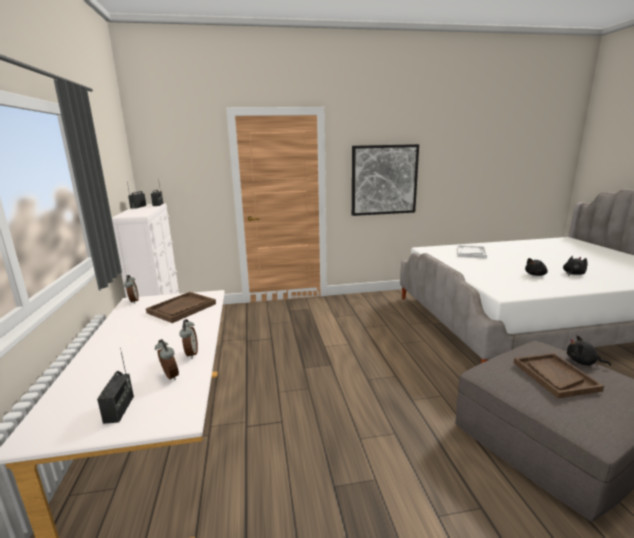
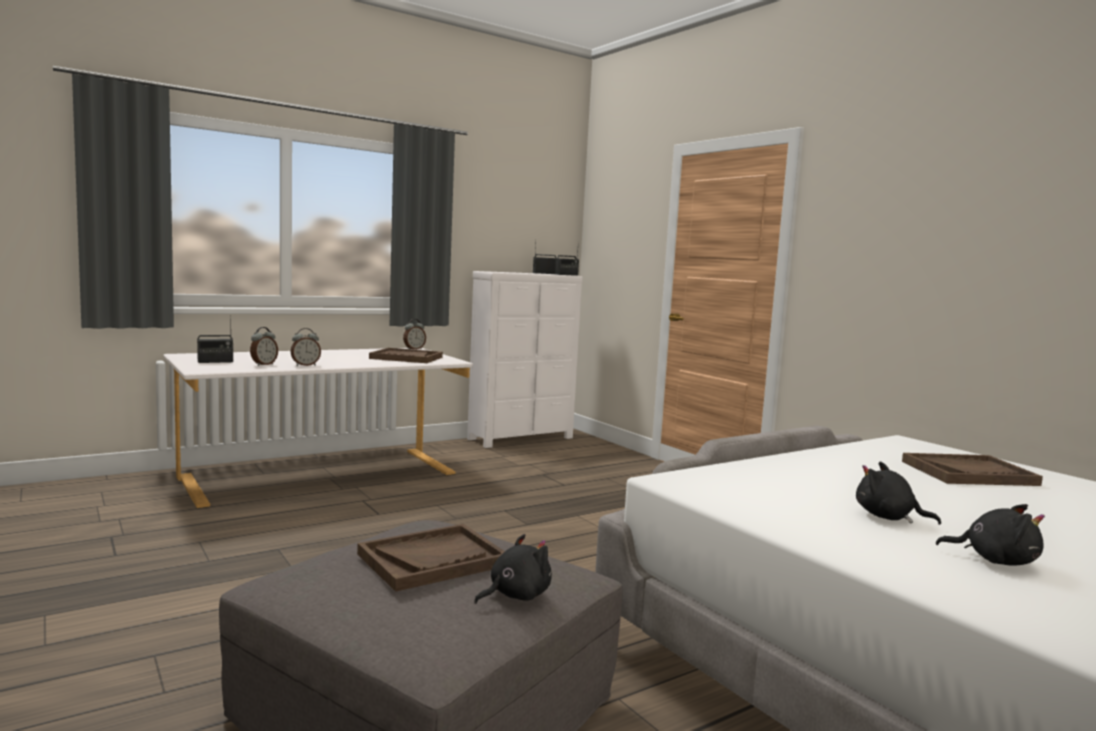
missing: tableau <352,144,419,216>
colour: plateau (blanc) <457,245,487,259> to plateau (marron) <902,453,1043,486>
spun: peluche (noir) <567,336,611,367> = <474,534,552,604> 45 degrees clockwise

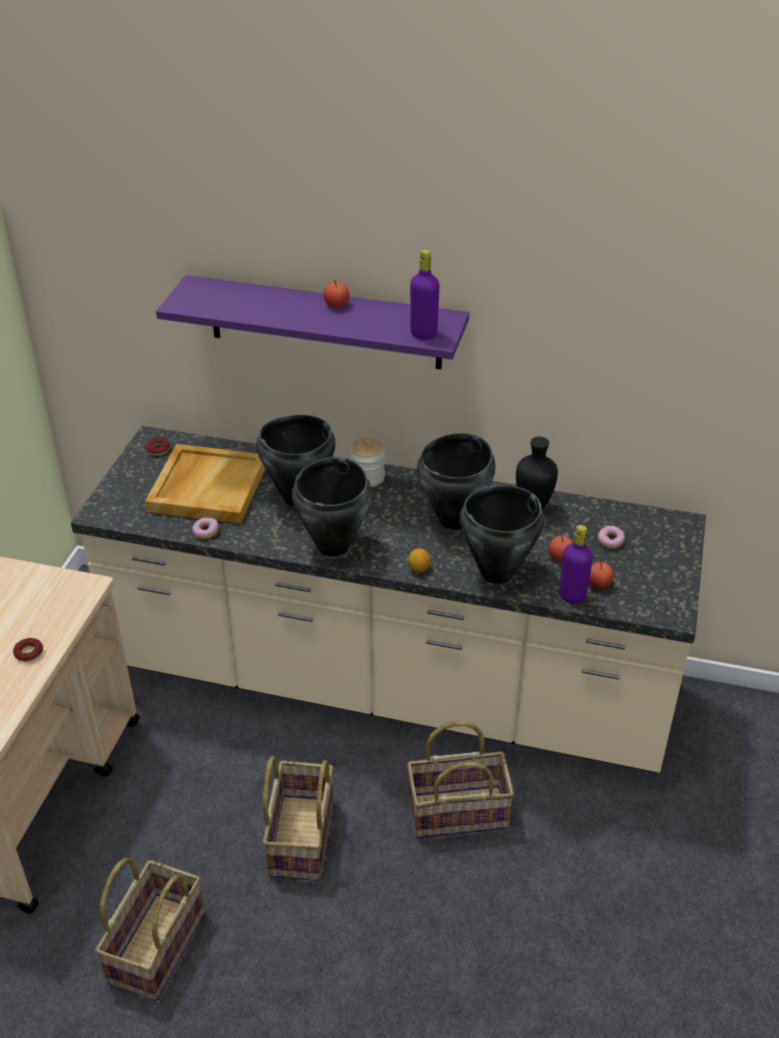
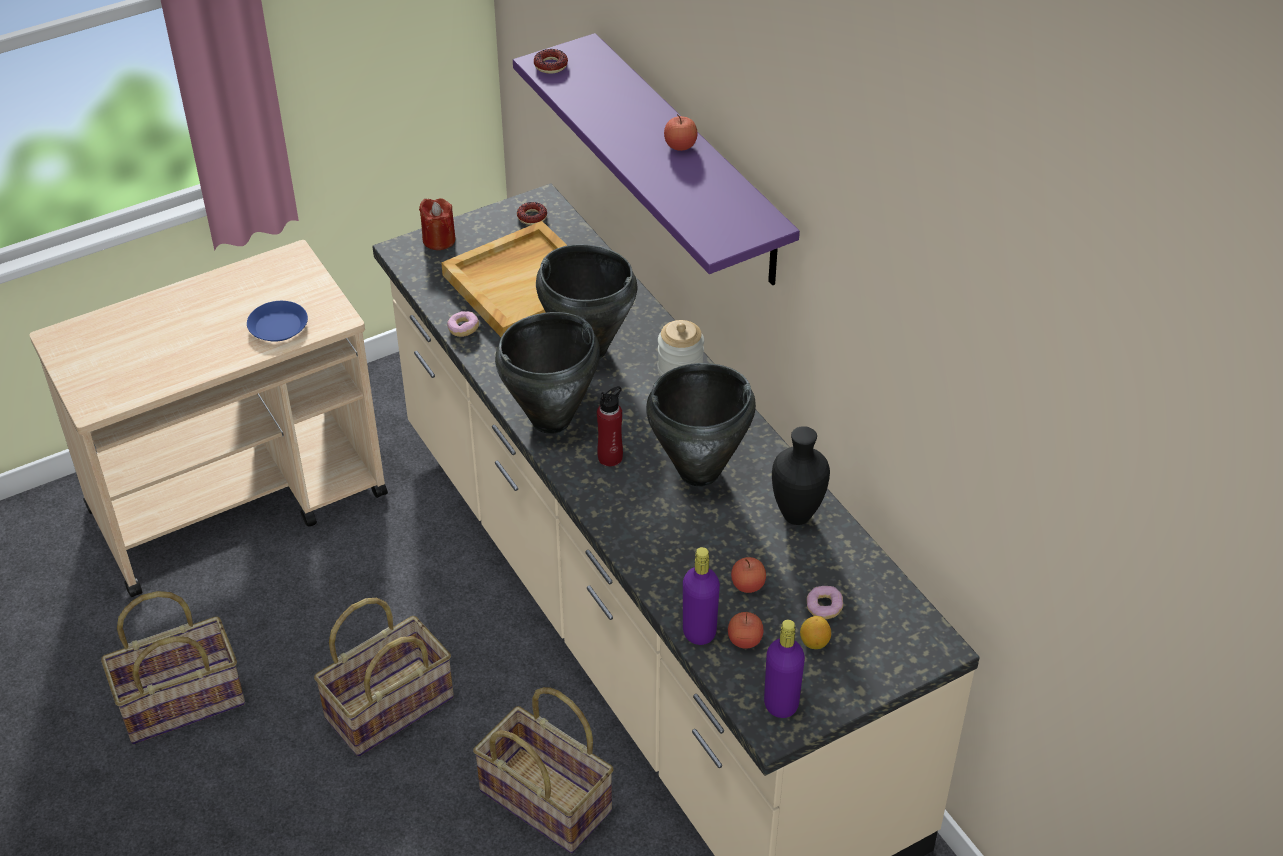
missing: marmite (noir) <459,485,544,584>
appeared: assiette (bleu) <247,301,308,342>; bougie (rouge) <419,198,456,250>; bouteille (rouge) <597,386,623,467>
relocated: beignet <13,638,43,662> to <534,49,568,74>; citron <408,548,430,573> to <800,616,831,649>; bouteille (violet) <410,249,440,340> to <764,620,805,718>

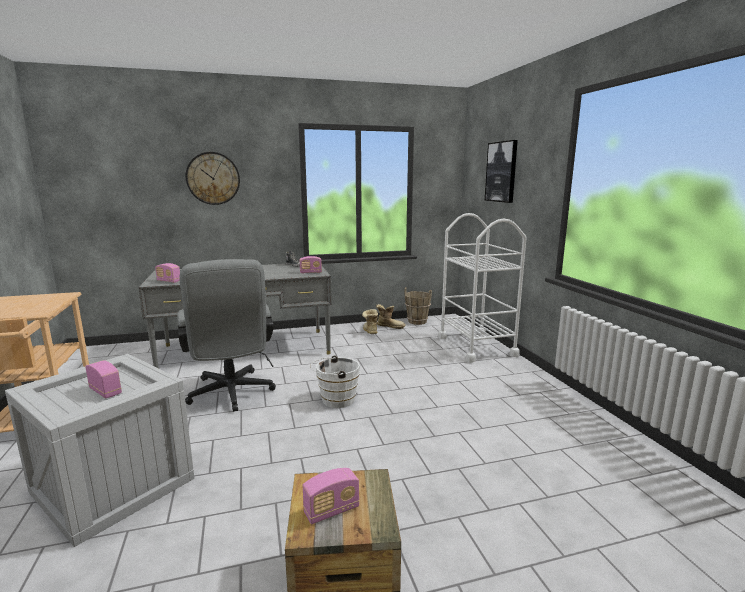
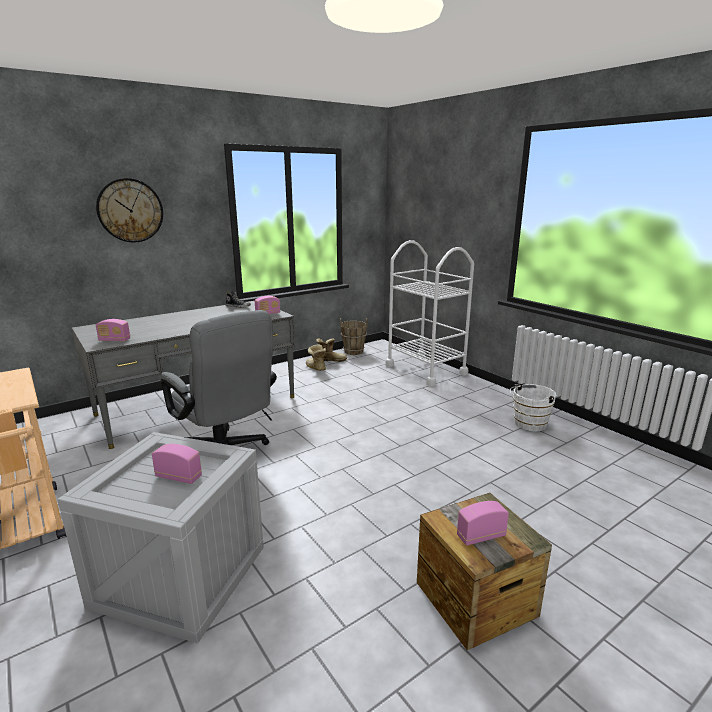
missing: tableau <485,140,518,203>
relocated: seau (blanc) <310,355,360,408> to <510,384,556,431>
spun: radio <303,468,360,524> = <457,501,509,546> 150 degrees counterclockwise

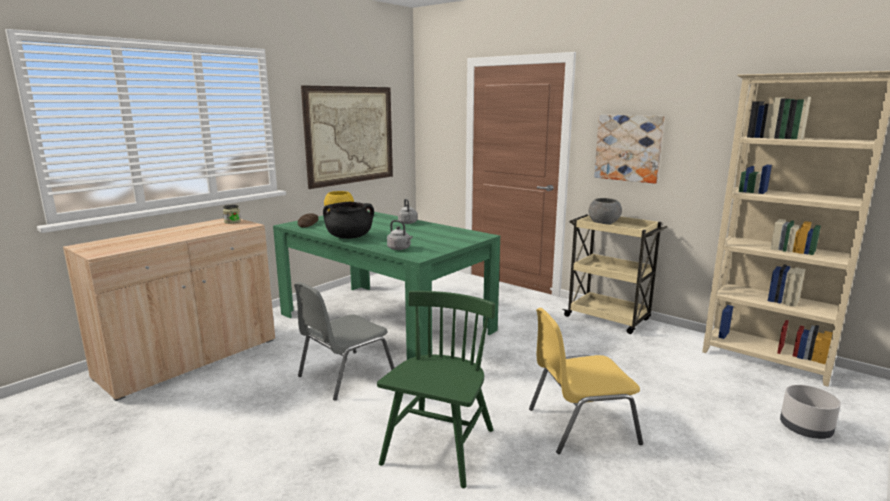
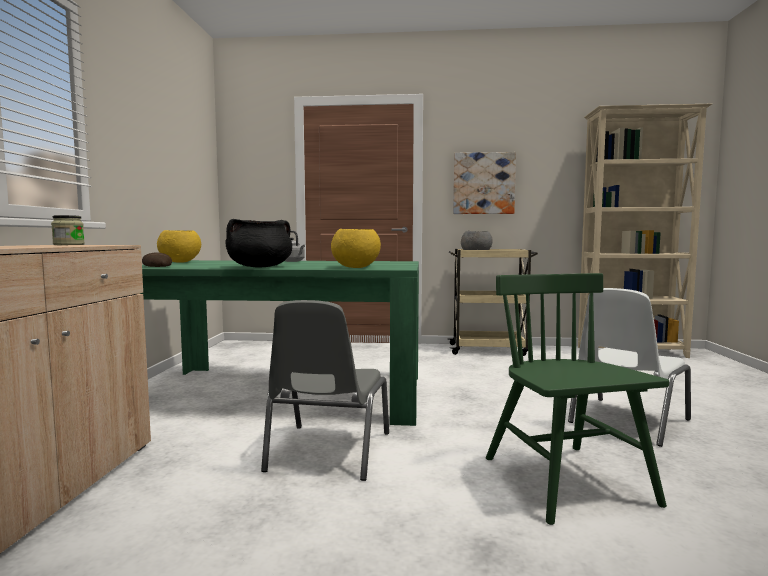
missing: tableau <301,85,393,189>; cache-pot (gris) <780,385,841,439>
exchanged: bouilloire (gris) <387,220,413,250> to bol (jaune) <331,229,381,268>
colour: chaise (jaune) <529,308,643,454> to chaise (blanc) <568,288,691,447>

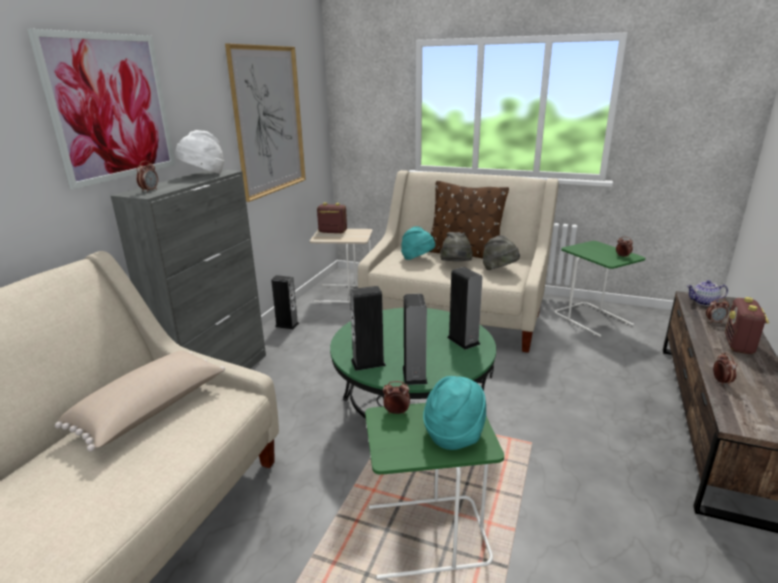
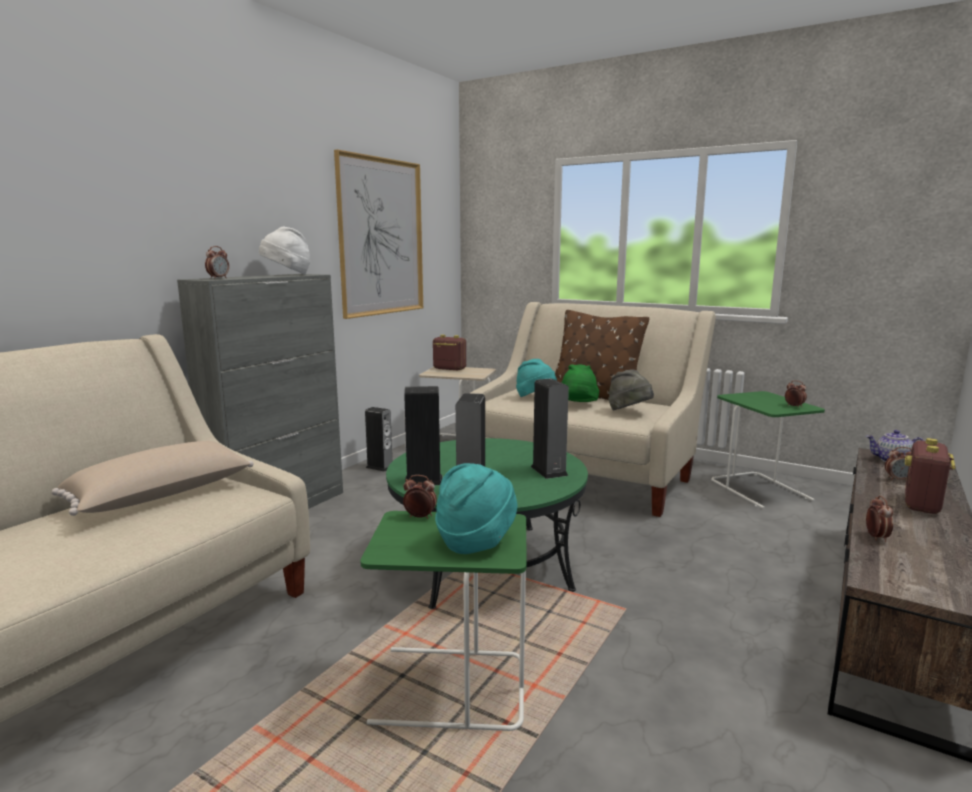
missing: tableau <27,29,175,189>
colour: chapeau (gris) <440,232,473,261> to chapeau (vert) <561,365,599,402>

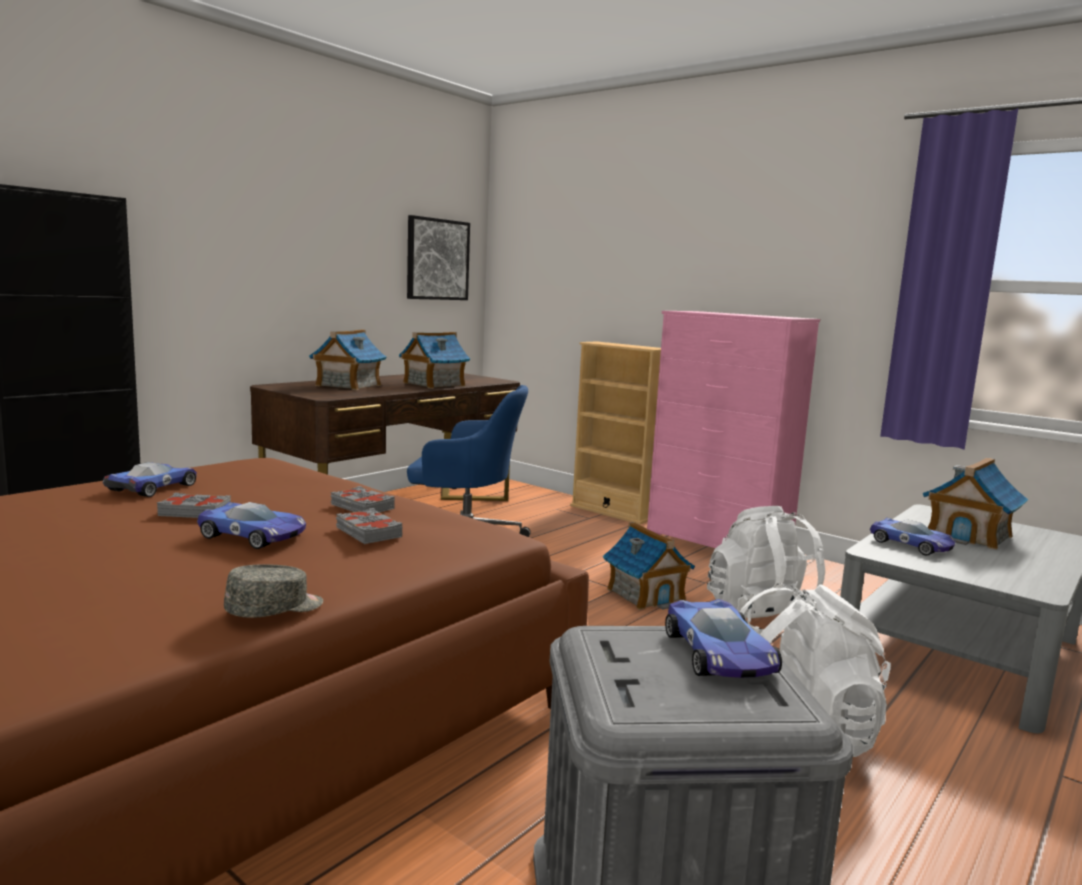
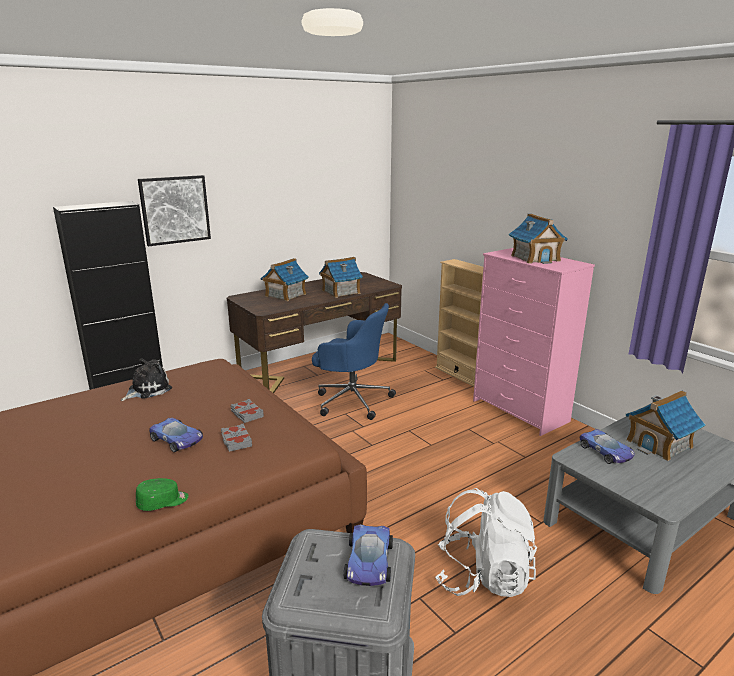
missing: livre (gris) <157,493,231,518>; sac à dos (blanc) <707,506,825,634>
relocated: tableau <407,215,470,300> to <138,175,211,246>; maison miniature <603,522,695,610> to <509,214,568,264>
exchanged: petite voiture <103,462,197,497> to peluche <121,358,172,401>
colour: casquette (gris) <224,564,323,618> to casquette (vert) <136,478,189,511>

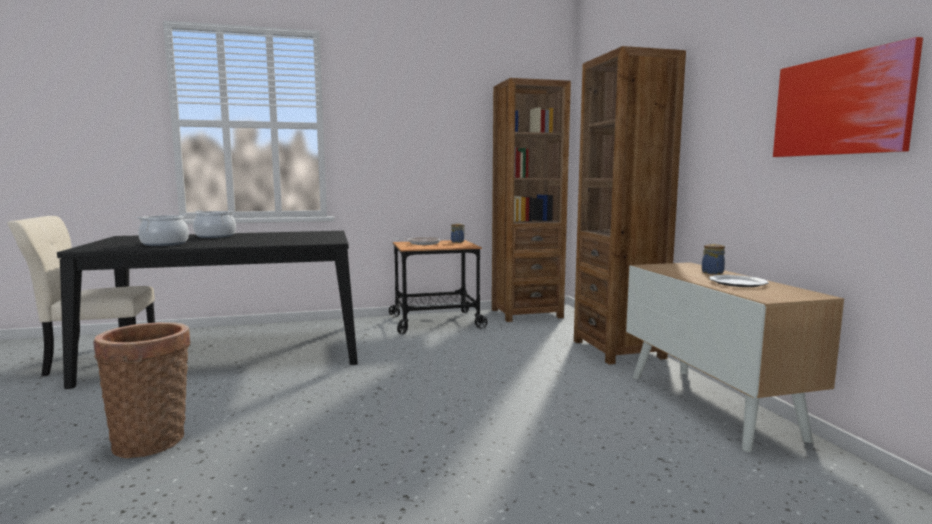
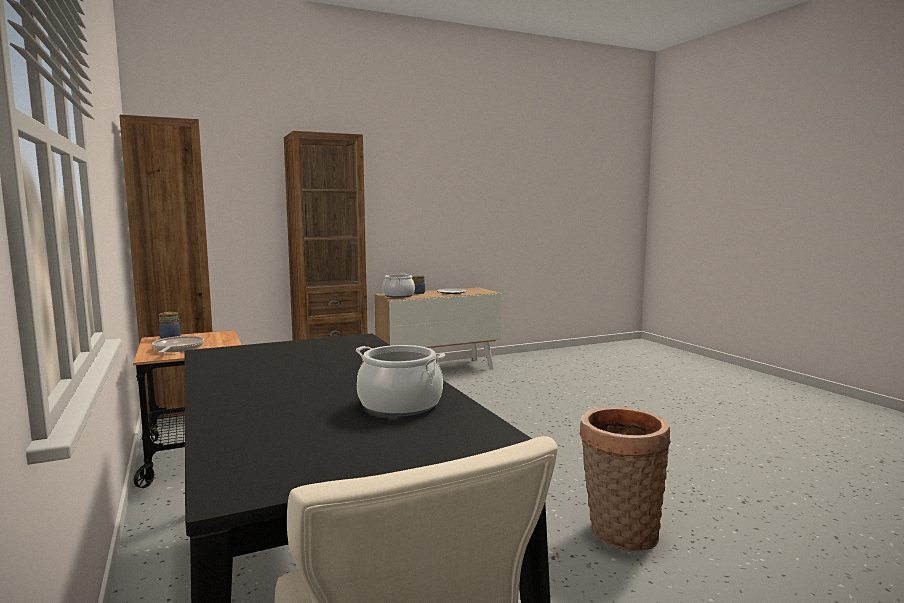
missing: tableau <773,37,923,157>
relocated: marmite <193,211,236,238> to <382,273,415,298>

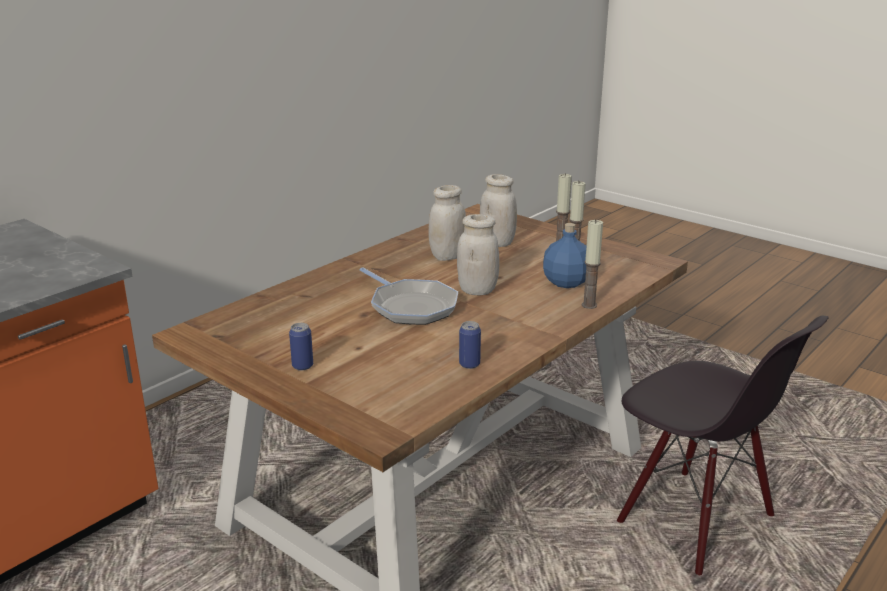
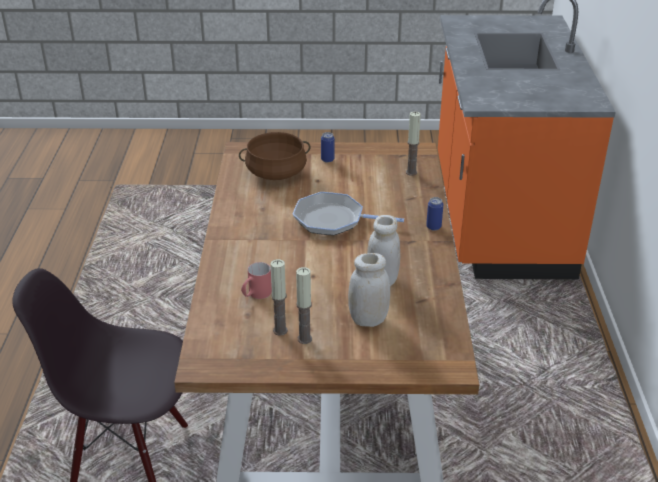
missing: bocal (blanc) <457,214,500,295>
appeared: marmite (marron) <239,132,311,180>
relocated: boîte métallique <459,321,481,369> to <426,197,443,231>; bougie <582,219,603,309> to <406,111,421,176>
exchanged: bouteille (bleu) <543,223,587,288> to mug (rouge) <241,262,272,299>

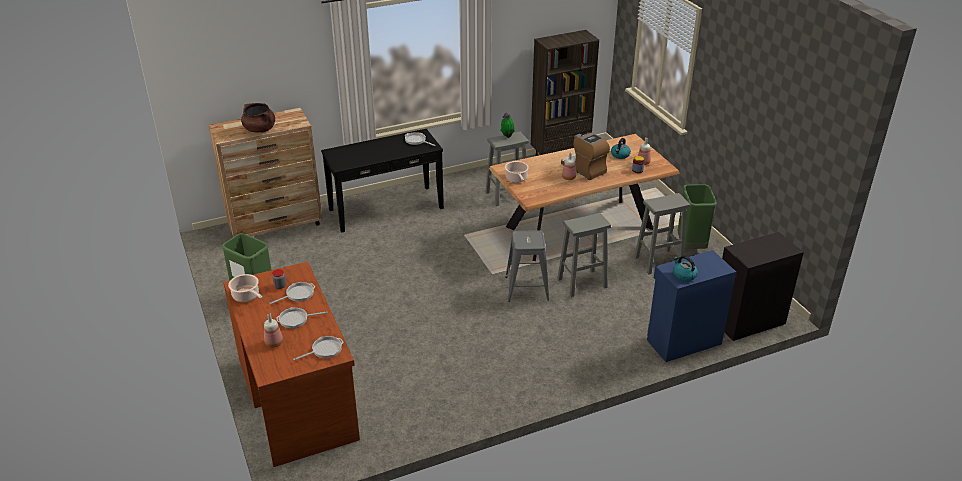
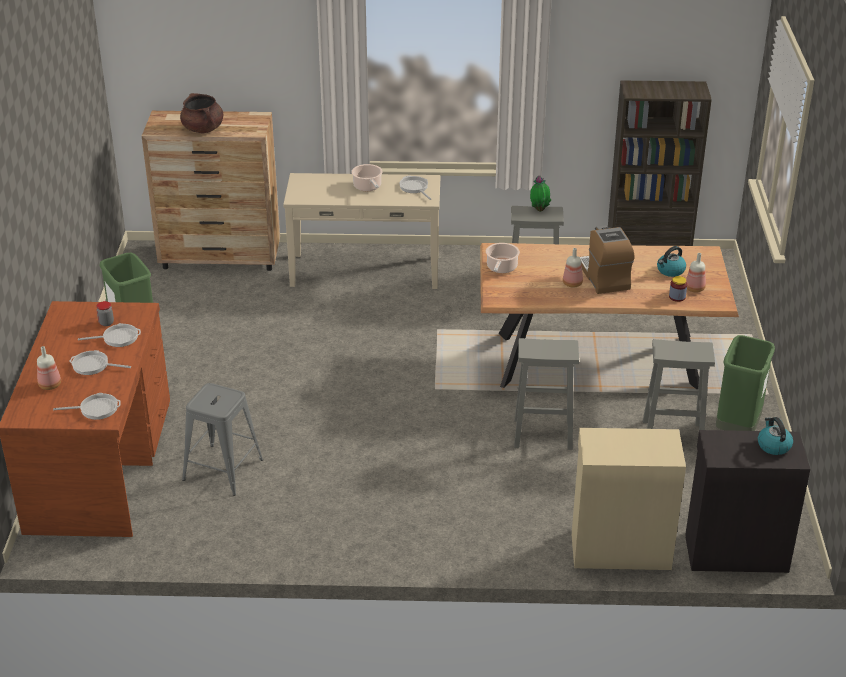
relocated: marmite <228,274,263,302> to <351,164,382,191>; tabouret (gris) <505,230,549,302> to <182,383,263,496>; bouilloire <673,256,698,281> to <758,417,793,455>
colour: table console (noir) <321,129,444,233> to table console (beige) <283,173,440,289>; meuble de rangement (bleu) <647,250,736,362> to meuble de rangement (beige) <572,428,686,570>

